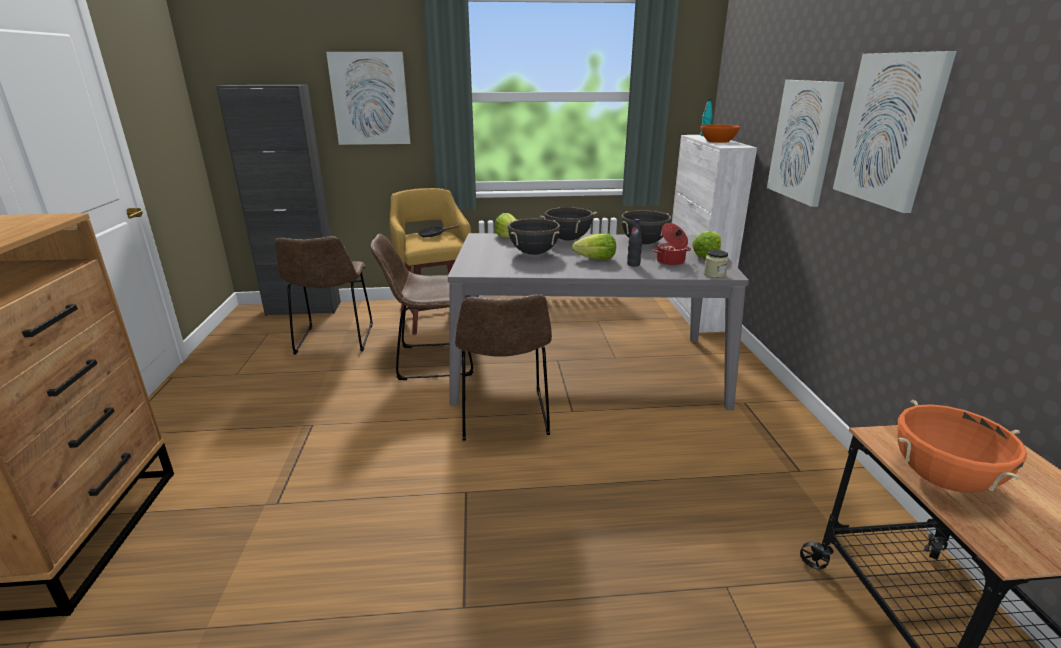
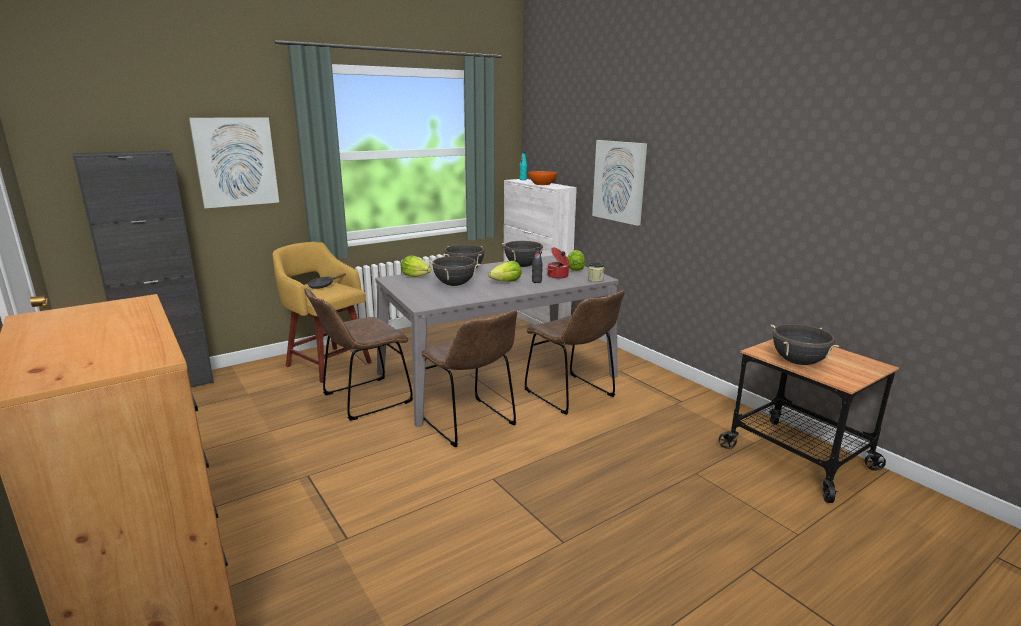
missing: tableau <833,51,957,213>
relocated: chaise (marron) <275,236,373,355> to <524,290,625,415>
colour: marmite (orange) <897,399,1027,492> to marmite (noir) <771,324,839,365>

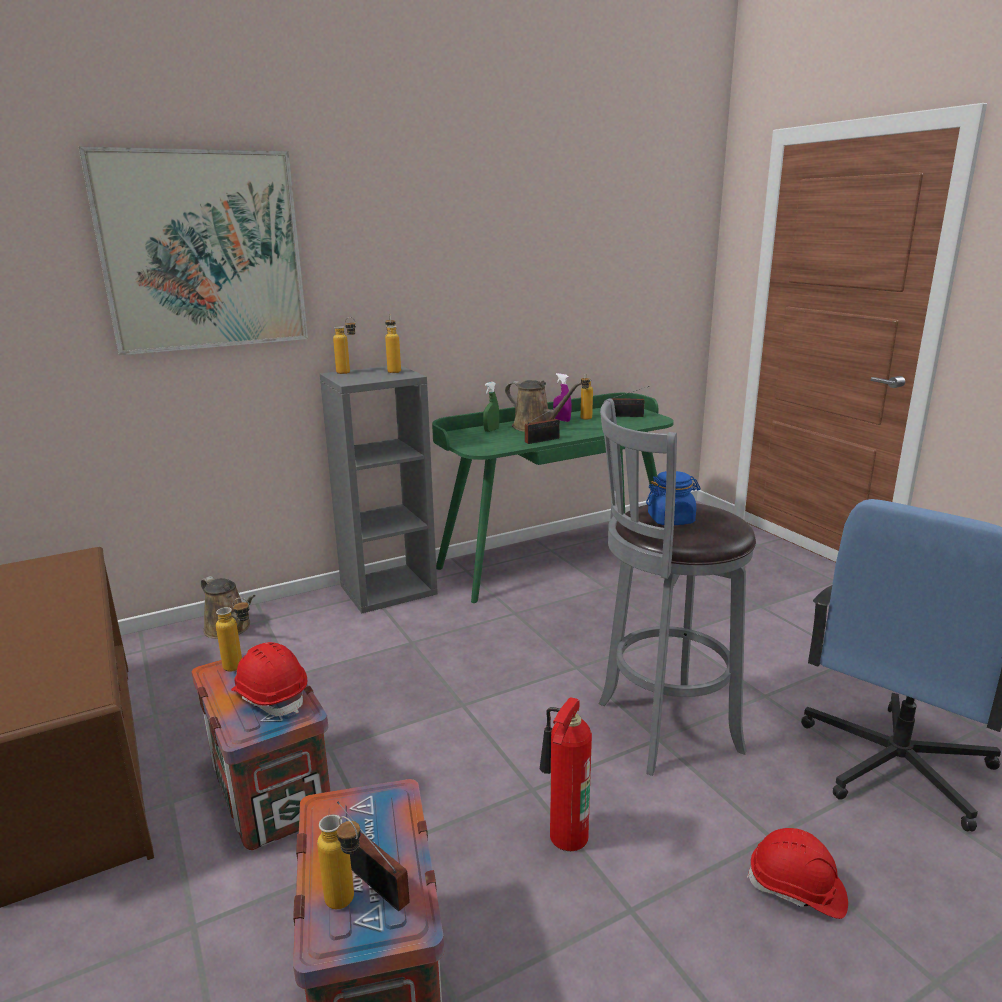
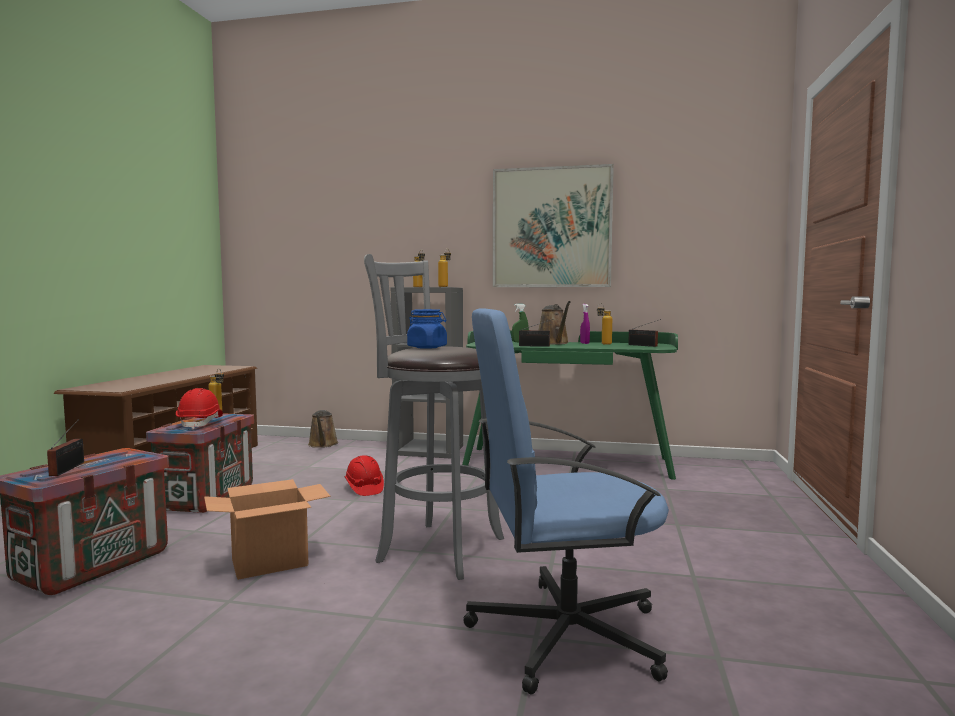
missing: bouteille <317,814,361,909>
relocated: tableau <79,146,308,355> to <493,164,614,287>; casque de chantier (rouge) <747,828,848,919> to <344,455,384,496>
exchanged: extincteur <540,697,592,851> to carton <204,479,330,580>

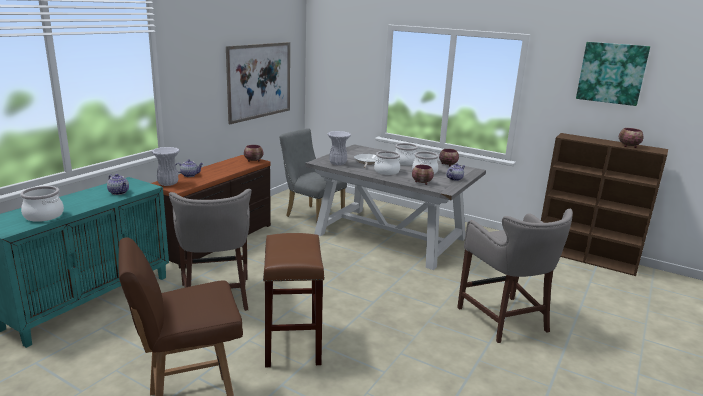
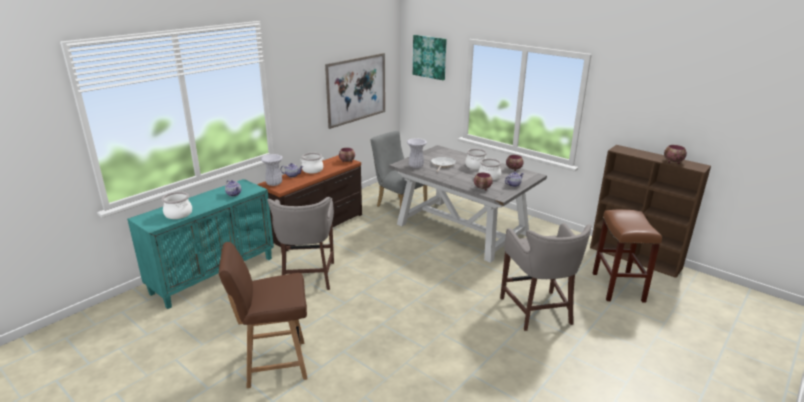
relocated: tabouret (marron) <263,233,325,367> to <593,209,662,303>; marmite <374,151,400,175> to <300,153,324,173>; tableau <576,42,650,106> to <413,35,447,80>

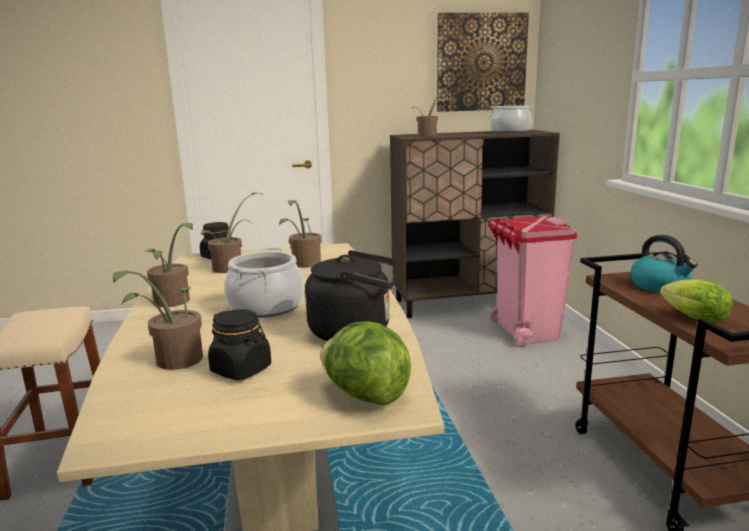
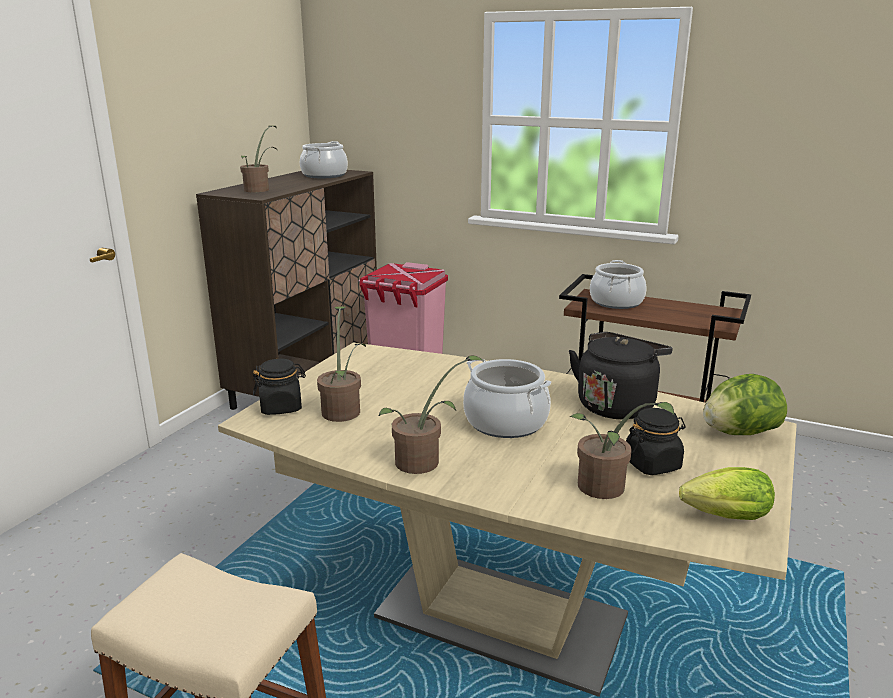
missing: plante en pot <279,200,321,268>; tableau <437,13,529,112>
relocated: laitue <660,279,733,323> to <679,467,775,520>
exchanged: bouilloire <631,235,698,292> to marmite <590,260,646,309>

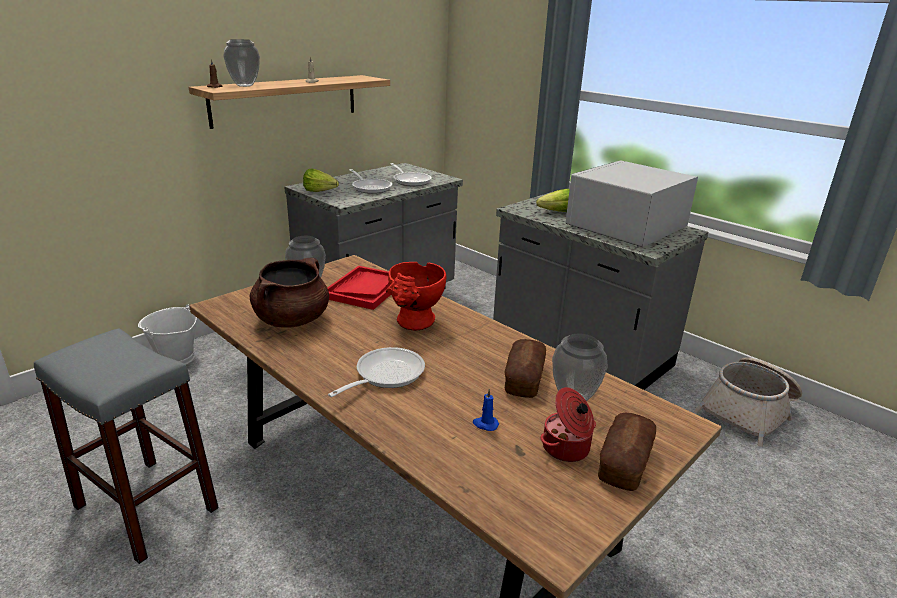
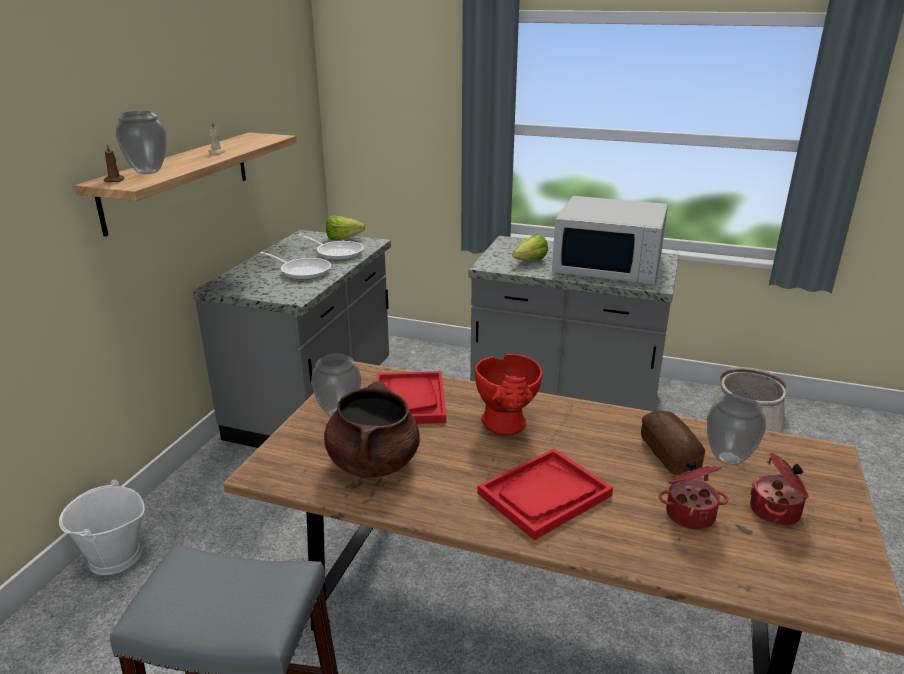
missing: pain <598,413,656,491>
relocated: laitue <303,169,339,192> to <326,216,365,240>
exchanged: poêle <328,347,425,397> to plateau (rouge) <478,449,613,540>; bougie (bleu) <473,389,499,431> to marmite <658,461,728,530>
spun: micro-ondes (blanc) <566,160,698,247> = <552,196,668,284> 90 degrees counterclockwise

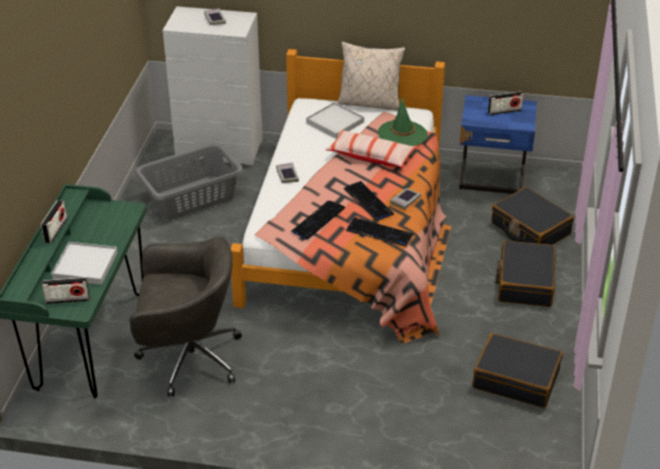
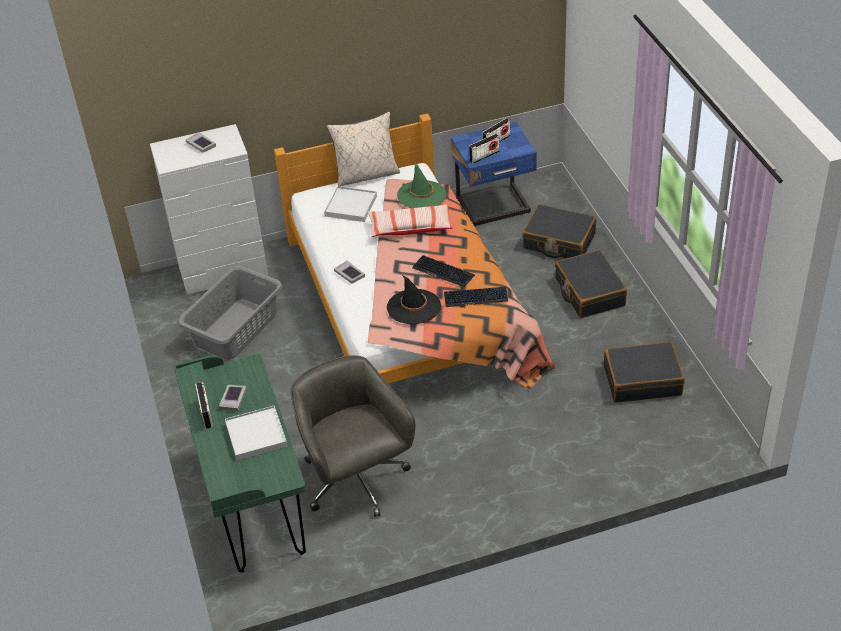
relocated: radio <42,277,90,304> to <469,133,500,164>; livre <390,188,421,209> to <219,385,247,411>
exchanged: clavier <290,201,345,240> to chapeau (noir) <387,275,441,324>
spun: chaise de bureau (gris) <130,237,242,397> = <290,356,415,517> 90 degrees counterclockwise

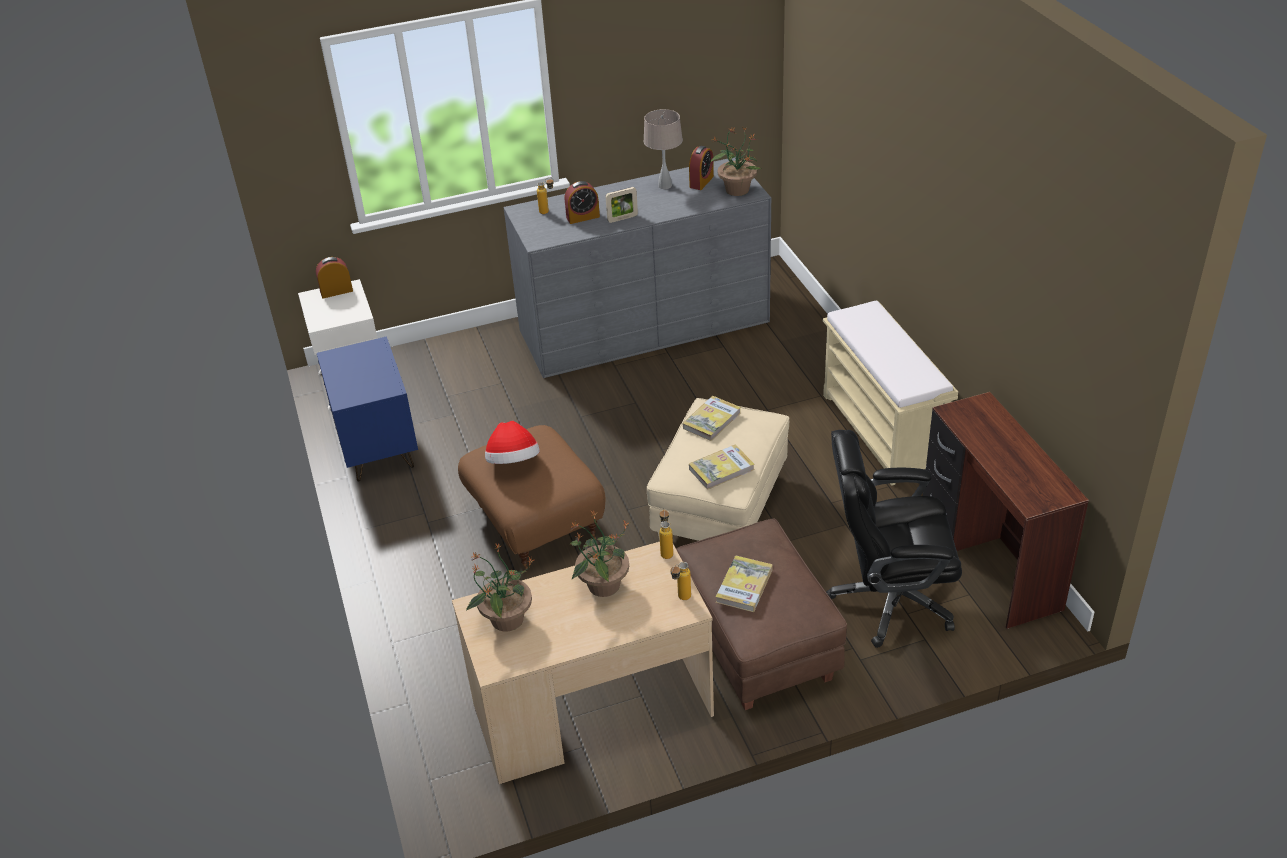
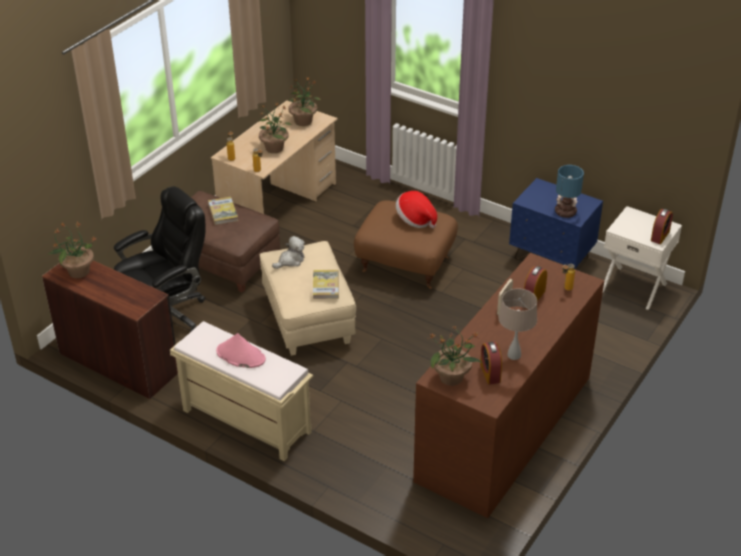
appeared: plante en pot <49,222,97,278>; chapeau (rose) <216,333,266,368>; lampe de table <555,165,584,218>
exchanged: livre <689,445,755,490> to peluche <272,236,305,269>
colour: commode (gris) <503,157,771,378> to commode (marron) <413,253,604,518>

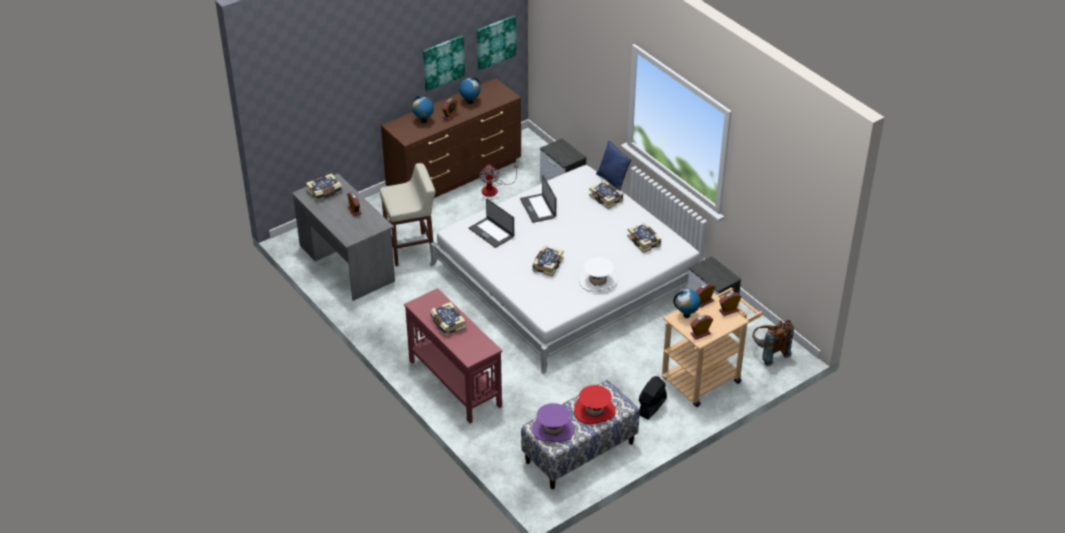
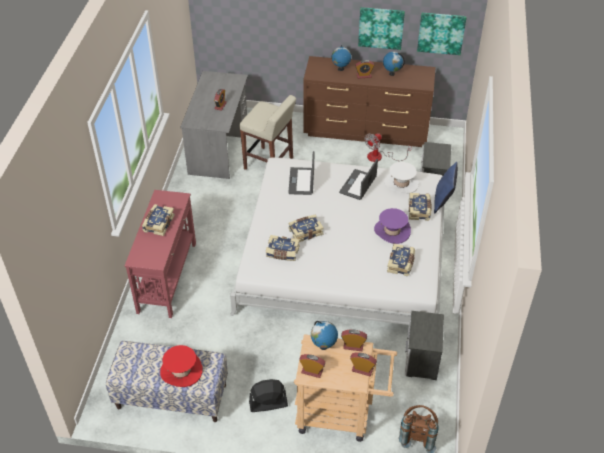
relocated: livre <306,173,342,201> to <266,235,299,261>; chapeau (violet) <532,403,574,442> to <374,208,411,244>; chapeau (blanc) <579,257,617,292> to <384,162,419,194>

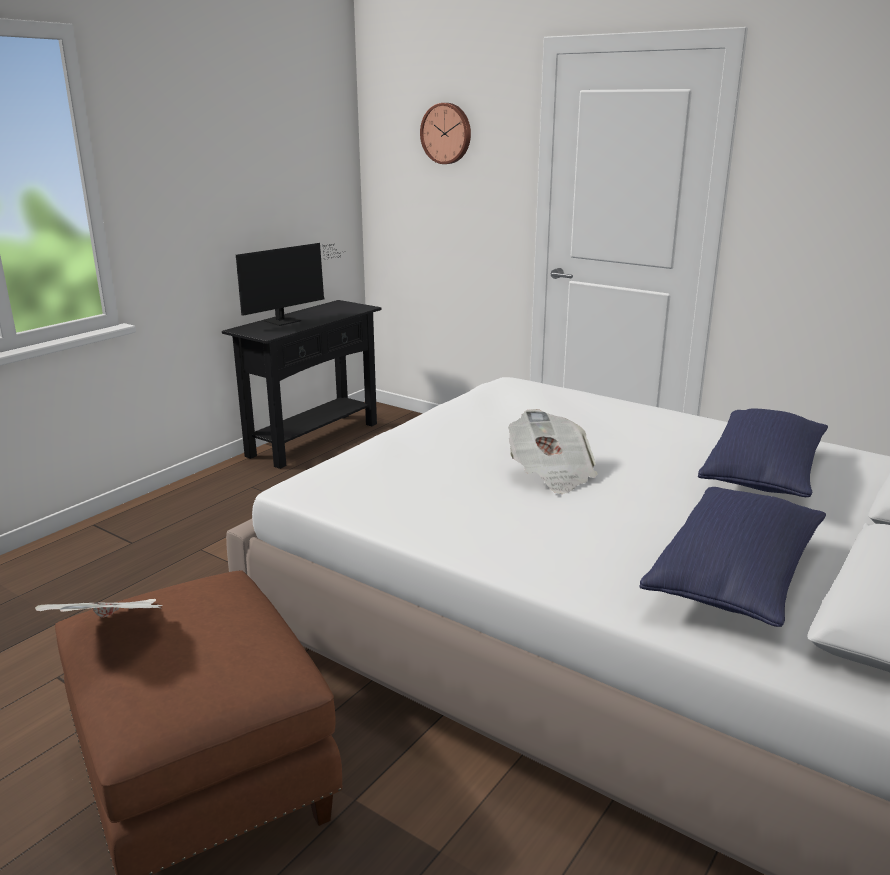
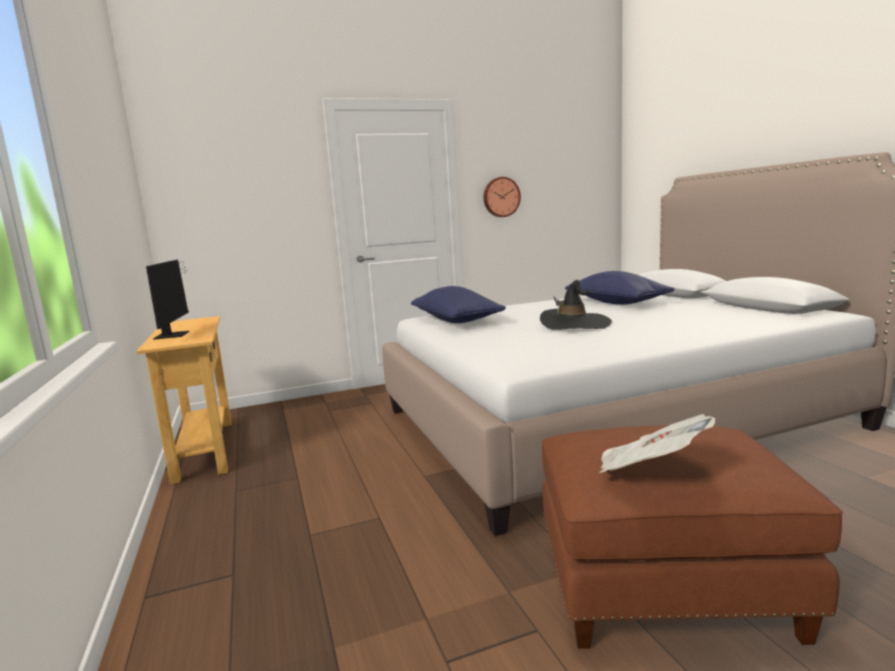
relocated: horloge murale <420,103,471,164> to <483,177,521,217>; coussin (bleu) <639,487,826,627> to <411,286,506,323>
exchanged: journal <508,409,598,494> to chapeau (noir) <540,280,612,330>
colour: table console (noir) <222,300,382,469> to table console (beige) <136,316,231,484>

